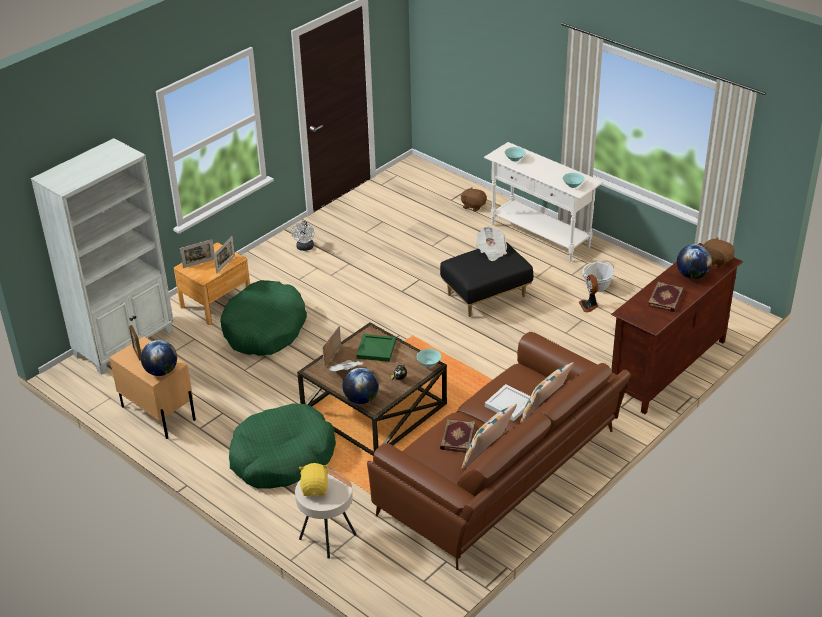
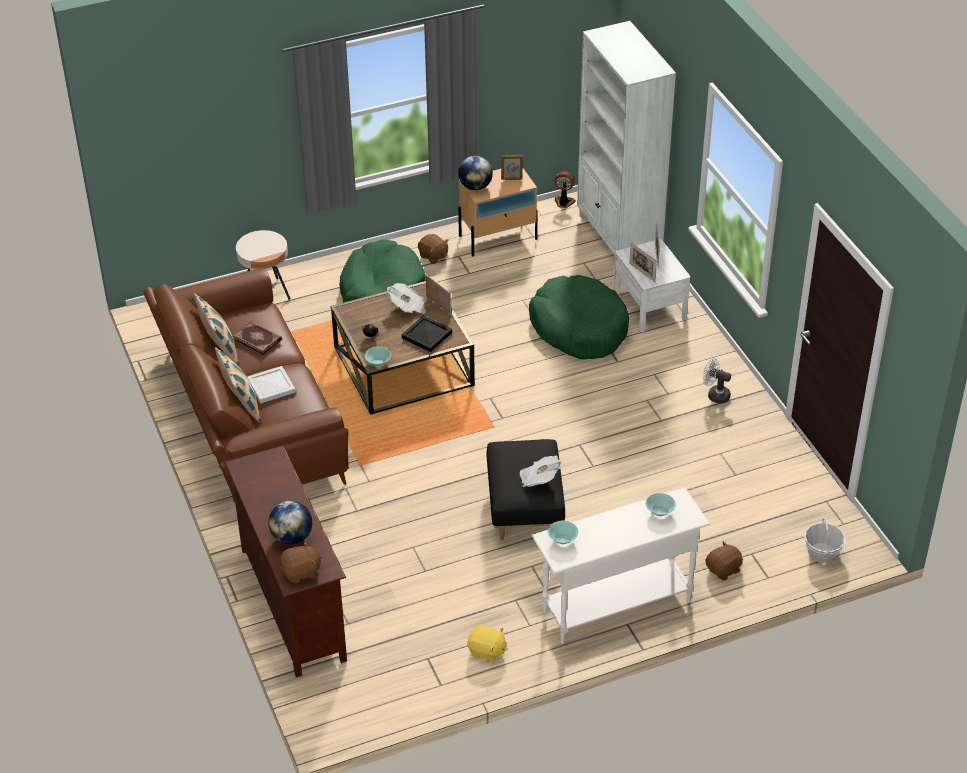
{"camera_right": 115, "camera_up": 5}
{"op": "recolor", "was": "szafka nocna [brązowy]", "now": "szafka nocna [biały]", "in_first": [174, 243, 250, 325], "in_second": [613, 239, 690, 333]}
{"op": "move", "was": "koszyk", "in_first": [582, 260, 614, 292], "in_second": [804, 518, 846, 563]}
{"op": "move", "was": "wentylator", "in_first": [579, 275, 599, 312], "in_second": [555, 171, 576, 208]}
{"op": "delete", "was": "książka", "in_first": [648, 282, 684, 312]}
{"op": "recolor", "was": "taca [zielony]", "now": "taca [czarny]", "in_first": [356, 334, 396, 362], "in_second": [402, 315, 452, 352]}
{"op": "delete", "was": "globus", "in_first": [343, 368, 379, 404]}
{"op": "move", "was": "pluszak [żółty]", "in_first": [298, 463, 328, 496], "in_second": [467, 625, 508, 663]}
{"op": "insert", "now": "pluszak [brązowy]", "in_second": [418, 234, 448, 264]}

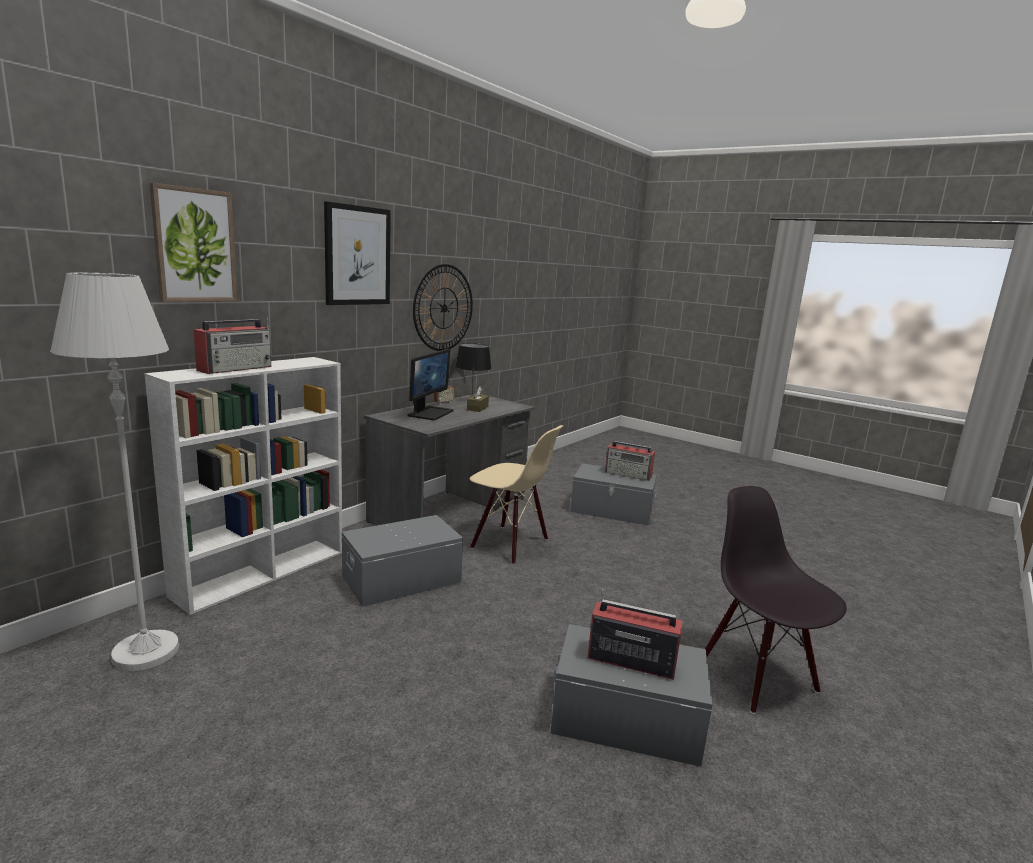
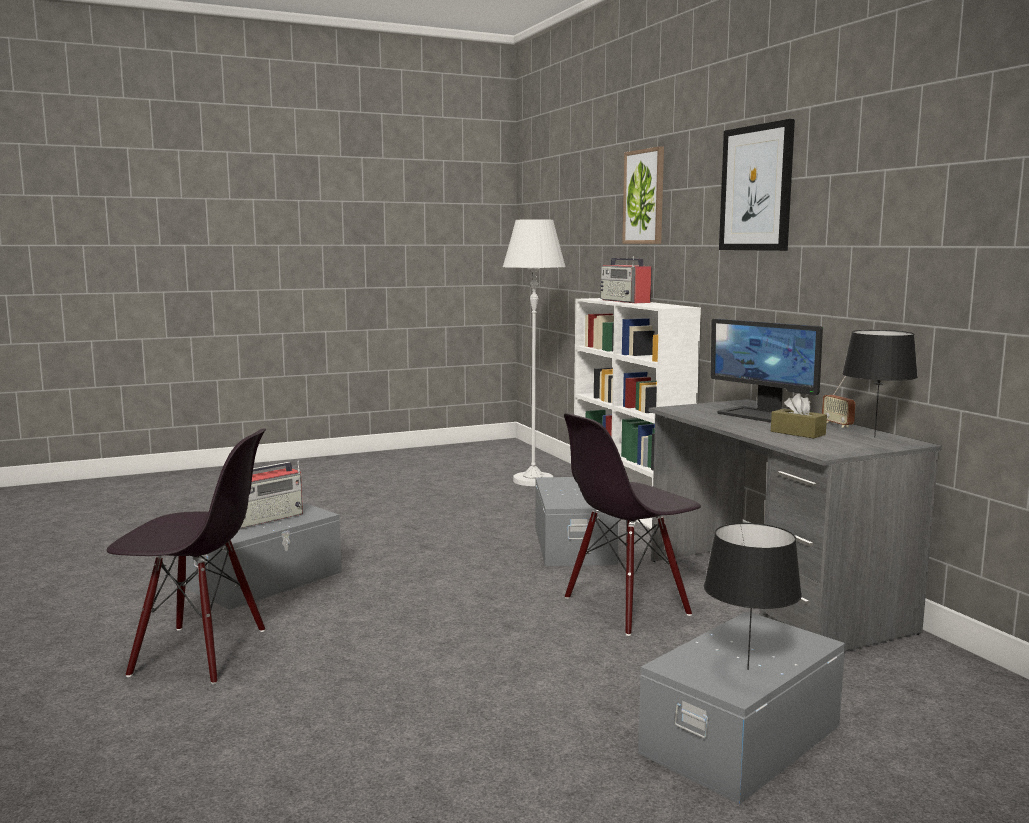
{"camera_right": 120, "camera_up": -5}
{"op": "delete", "was": "zegar ścienny", "in_first": [413, 264, 473, 351]}
{"op": "recolor", "was": "krzesło [beżowy]", "now": "krzesło [czarny]", "in_first": [470, 425, 563, 565], "in_second": [564, 413, 701, 636]}
{"op": "replace", "was": "radio", "now": "lampa stołowa [czarny]", "in_first": [605, 441, 655, 481], "in_second": [704, 523, 802, 670]}

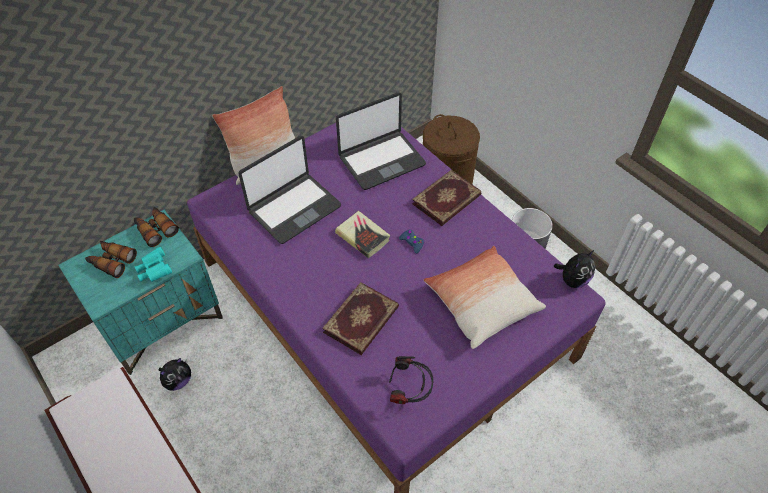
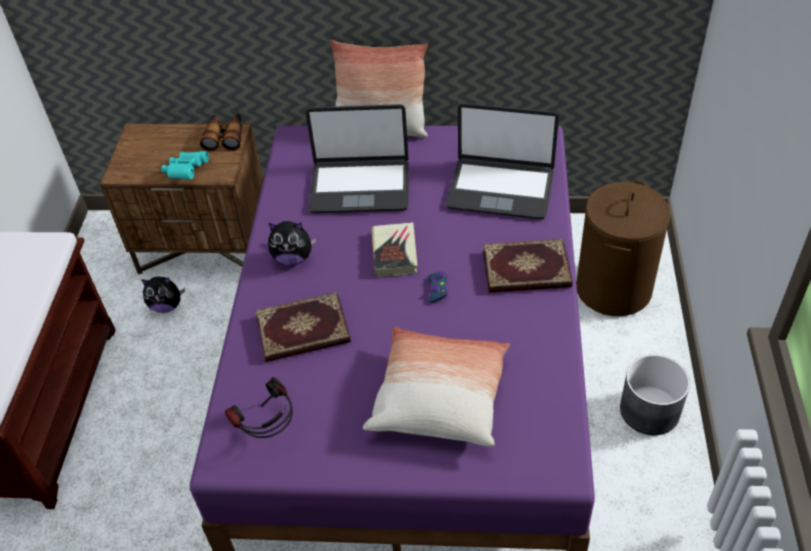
{"camera_right": 45, "camera_up": -5}
{"op": "recolor", "was": "szafka nocna [turkusowy]", "now": "szafka nocna [brązowy]", "in_first": [58, 210, 223, 375], "in_second": [100, 123, 263, 275]}
{"op": "delete", "was": "lornetka", "in_first": [85, 241, 137, 278]}
{"op": "move", "was": "pluszak", "in_first": [554, 250, 595, 288], "in_second": [268, 221, 316, 266]}

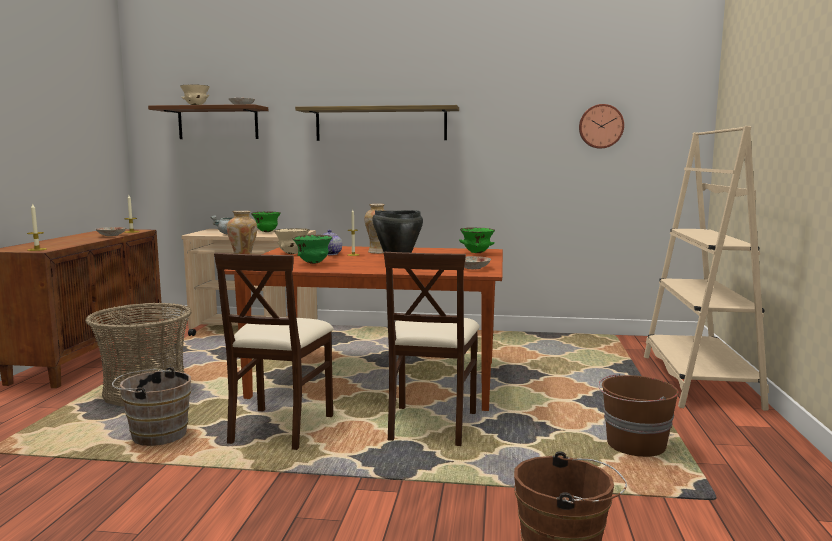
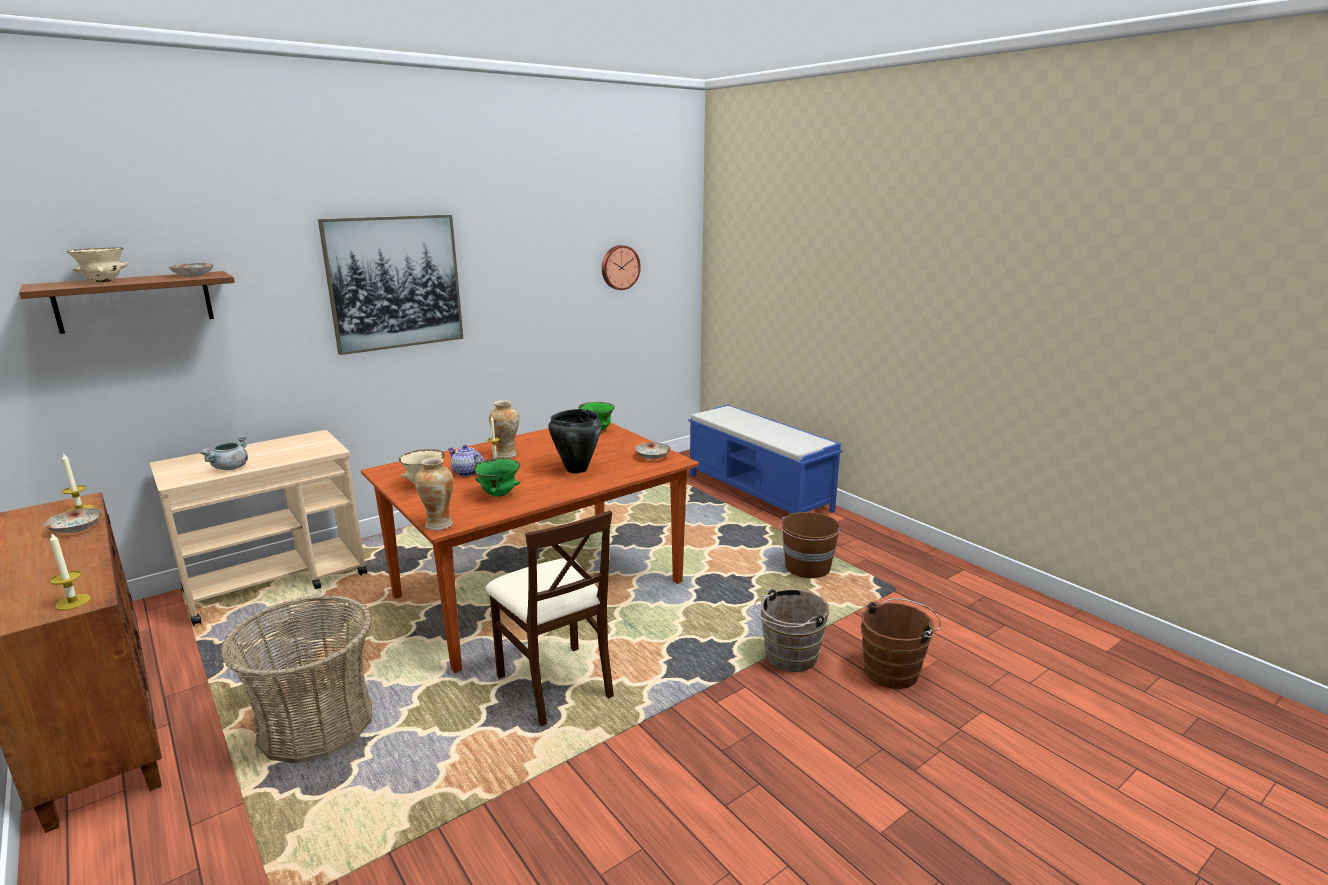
{"camera_right": -45, "camera_up": 10}
{"op": "replace", "was": "półka", "now": "obraz", "in_first": [295, 105, 459, 141], "in_second": [318, 215, 464, 355]}
{"op": "replace", "was": "regał [beżowy]", "now": "ławka [niebieski]", "in_first": [644, 126, 769, 411], "in_second": [689, 405, 842, 514]}
{"op": "delete", "was": "miska [zielony]", "in_first": [251, 211, 280, 232]}
{"op": "delete", "was": "krzesło [beżowy]", "in_first": [384, 252, 480, 446]}
{"op": "move", "was": "wiadro [brązowy]", "in_first": [112, 367, 191, 446], "in_second": [754, 589, 829, 672]}

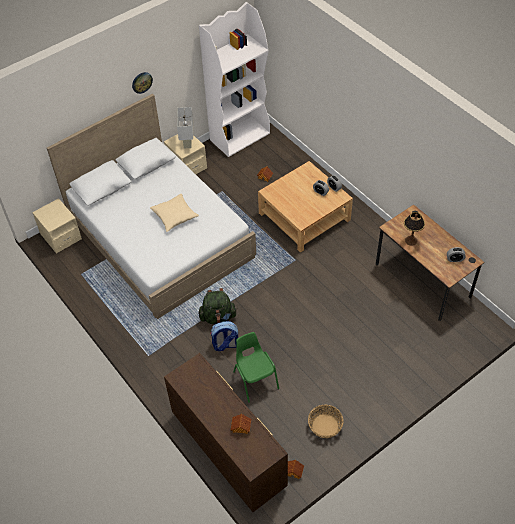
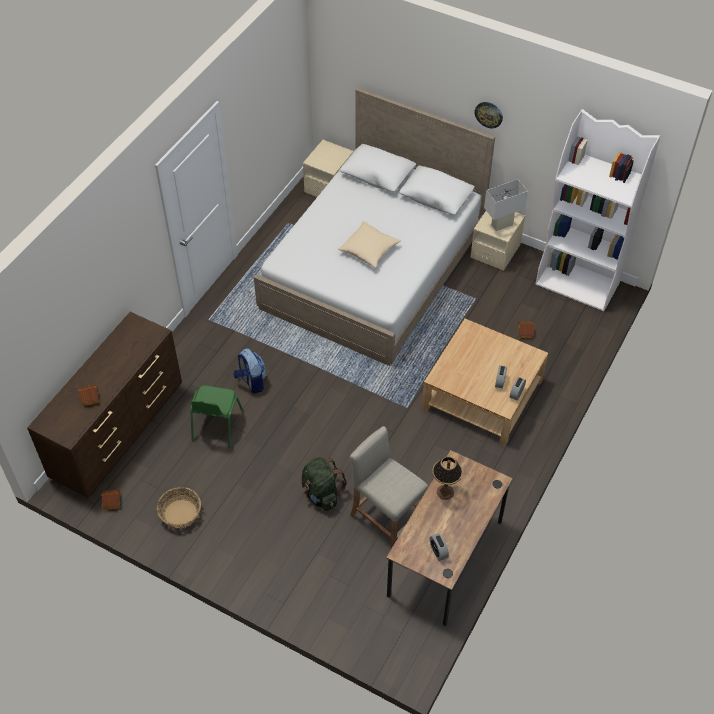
{"camera_right": 65, "camera_up": 0}
{"op": "move", "was": "plecak [zielony]", "in_first": [198, 288, 237, 324], "in_second": [302, 457, 347, 511]}
{"op": "rotate", "was": "krzesło [zielony]", "in_first": [233, 332, 279, 403], "in_second": [190, 385, 243, 448], "clockwise": 150}
{"op": "insert", "now": "stołek [beżowy]", "in_second": [350, 426, 428, 548]}

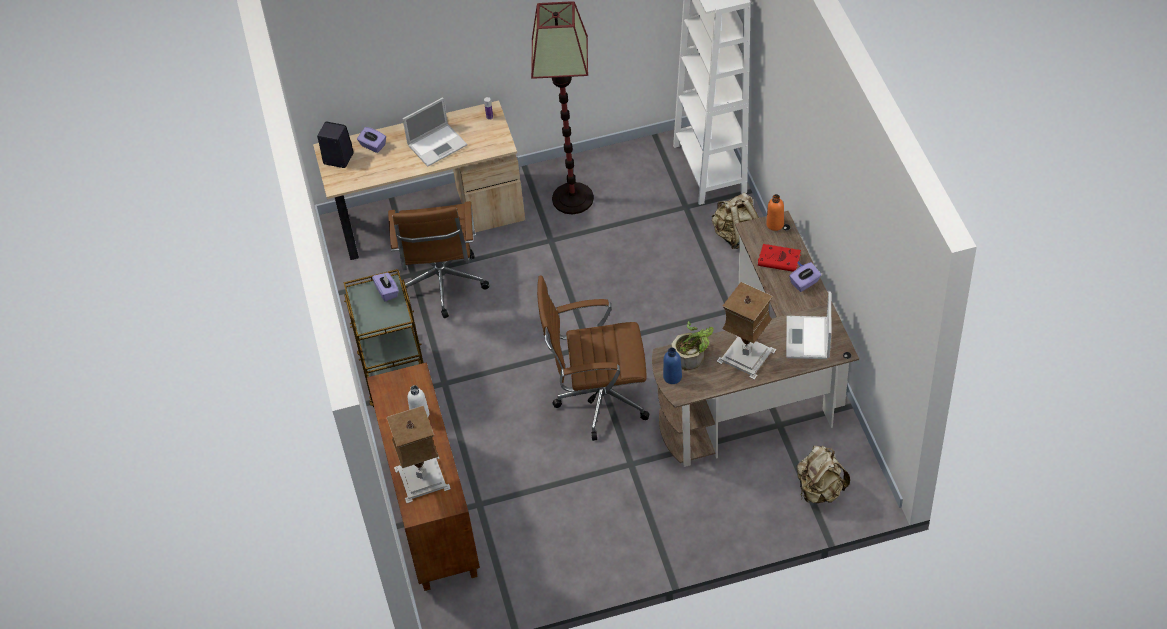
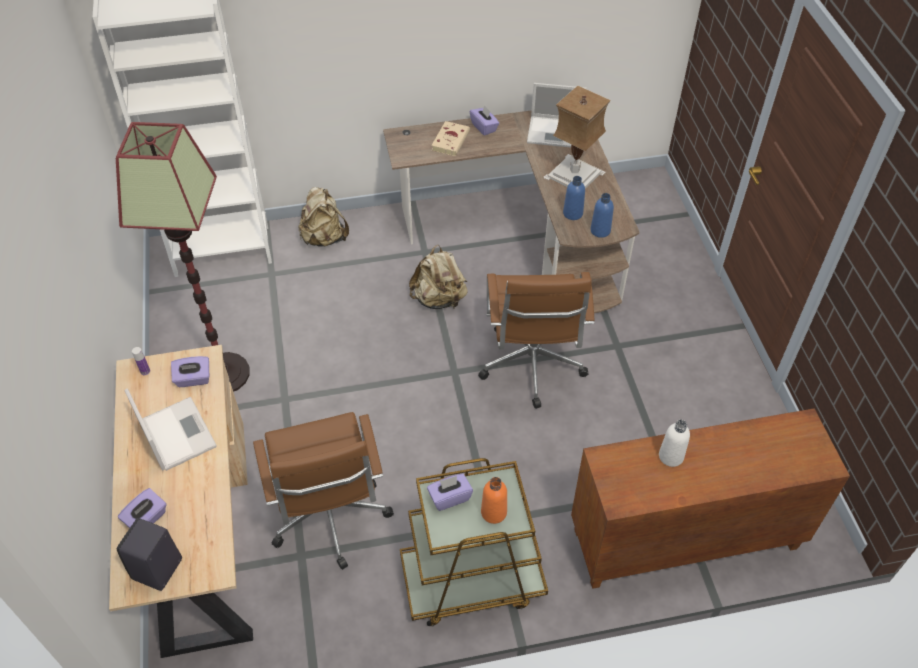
{"camera_right": -90, "camera_up": 0}
{"op": "move", "was": "butelka [pomarańczowy]", "in_first": [766, 194, 784, 231], "in_second": [481, 477, 507, 524]}
{"op": "rotate", "was": "krzesło biurowe [brązowy]", "in_first": [388, 201, 489, 318], "in_second": [253, 412, 394, 570], "clockwise": 75}
{"op": "recolor", "was": "książka [czerwony]", "now": "książka [beżowy]", "in_first": [758, 244, 803, 272], "in_second": [431, 121, 470, 156]}
{"op": "replace", "was": "roślina doniczkowa", "now": "butelka [niebieski]", "in_first": [671, 321, 714, 371], "in_second": [563, 176, 585, 220]}
{"op": "delete", "was": "lampa stołowa", "in_first": [387, 406, 451, 504]}
{"op": "move", "was": "plecak [beżowy]", "in_first": [796, 446, 850, 503], "in_second": [409, 245, 468, 309]}
{"op": "insert", "now": "pudełko chusteczek [fioletowy]", "in_second": [171, 356, 209, 387]}

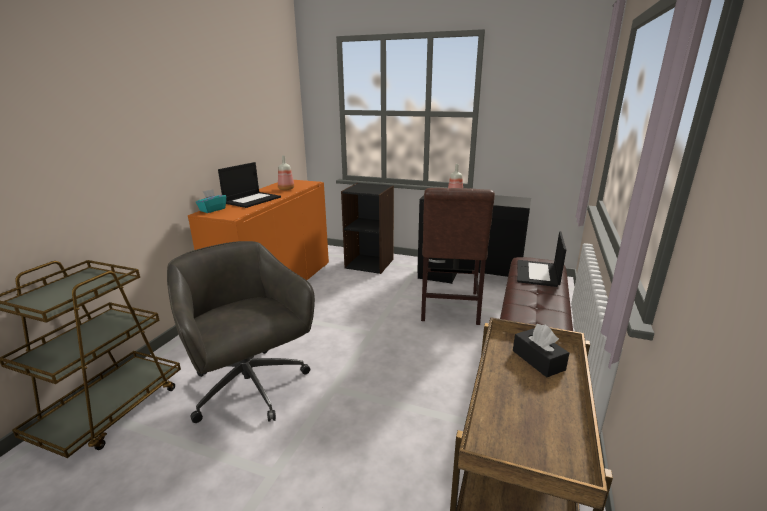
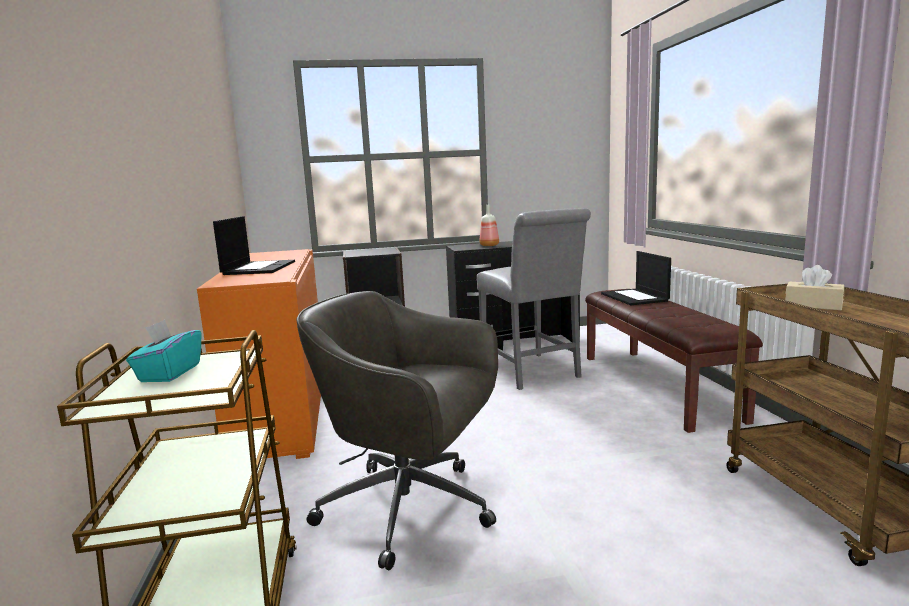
{"camera_right": -30, "camera_up": -10}
{"op": "delete", "was": "butelka", "in_first": [278, 155, 294, 190]}
{"op": "recolor", "was": "krzesło [brązowy]", "now": "krzesło [szary]", "in_first": [421, 188, 495, 325], "in_second": [477, 208, 591, 390]}
{"op": "move", "was": "pudełko chusteczek [turkusowy]", "in_first": [196, 189, 226, 213], "in_second": [126, 320, 201, 382]}
{"op": "recolor", "was": "pudełko chusteczek [czarny]", "now": "pudełko chusteczek [beżowy]", "in_first": [513, 324, 569, 377], "in_second": [785, 265, 844, 310]}

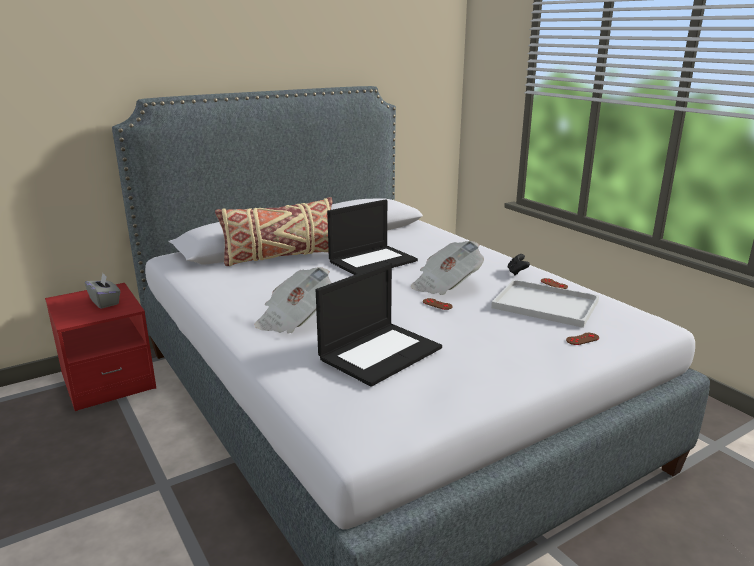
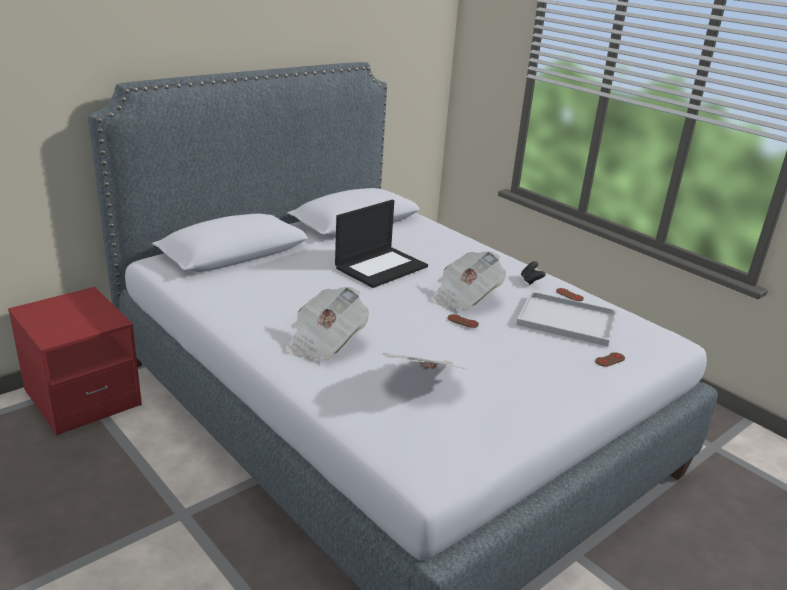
{"camera_right": -10, "camera_up": 5}
{"op": "delete", "was": "poduszka [beżowy]", "in_first": [215, 197, 332, 266]}
{"op": "replace", "was": "laptop", "now": "gazeta", "in_first": [316, 263, 442, 387], "in_second": [382, 353, 467, 370]}
{"op": "delete", "was": "pudełko chusteczek [szary]", "in_first": [85, 273, 121, 309]}

